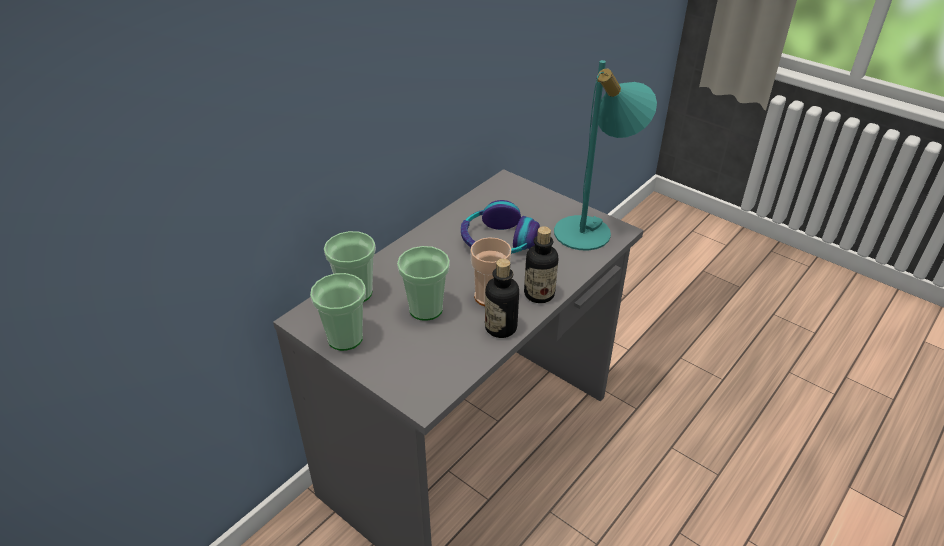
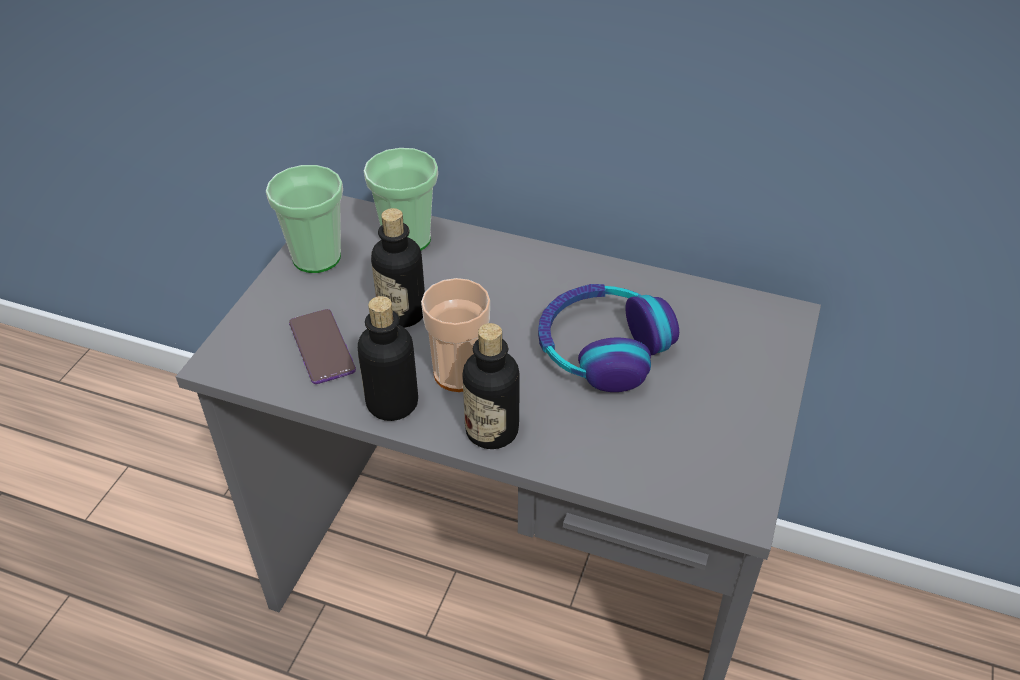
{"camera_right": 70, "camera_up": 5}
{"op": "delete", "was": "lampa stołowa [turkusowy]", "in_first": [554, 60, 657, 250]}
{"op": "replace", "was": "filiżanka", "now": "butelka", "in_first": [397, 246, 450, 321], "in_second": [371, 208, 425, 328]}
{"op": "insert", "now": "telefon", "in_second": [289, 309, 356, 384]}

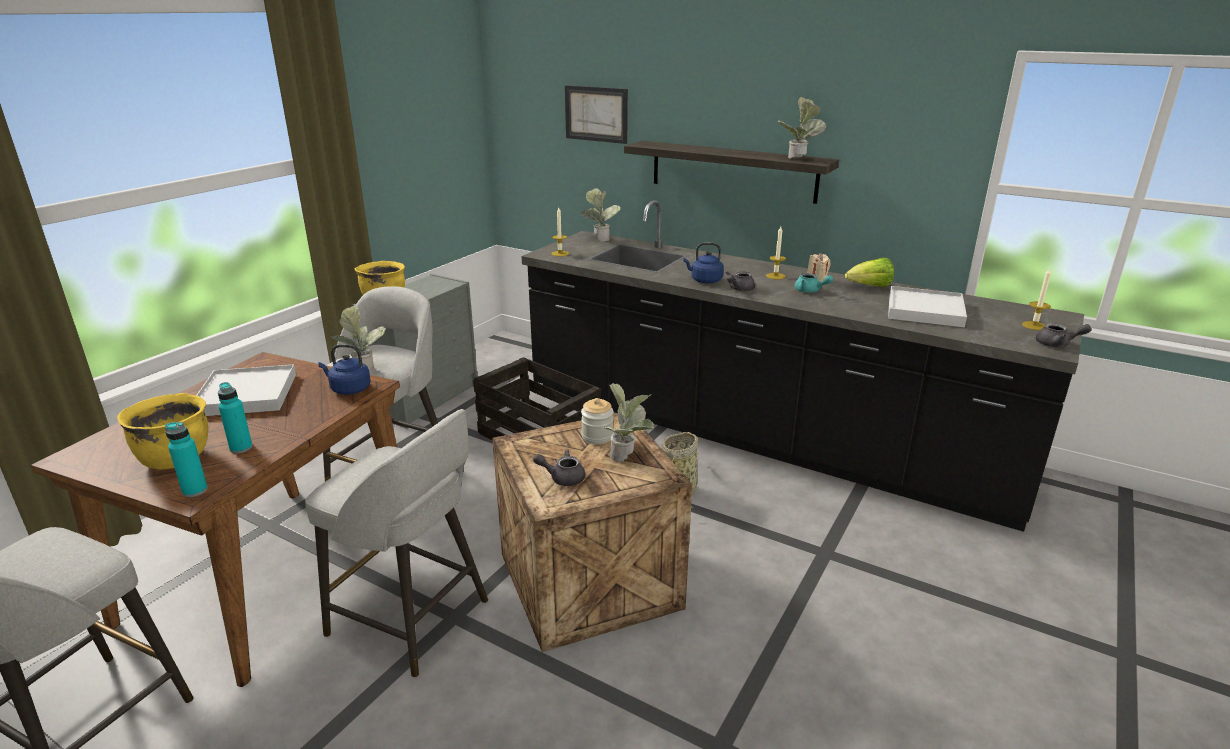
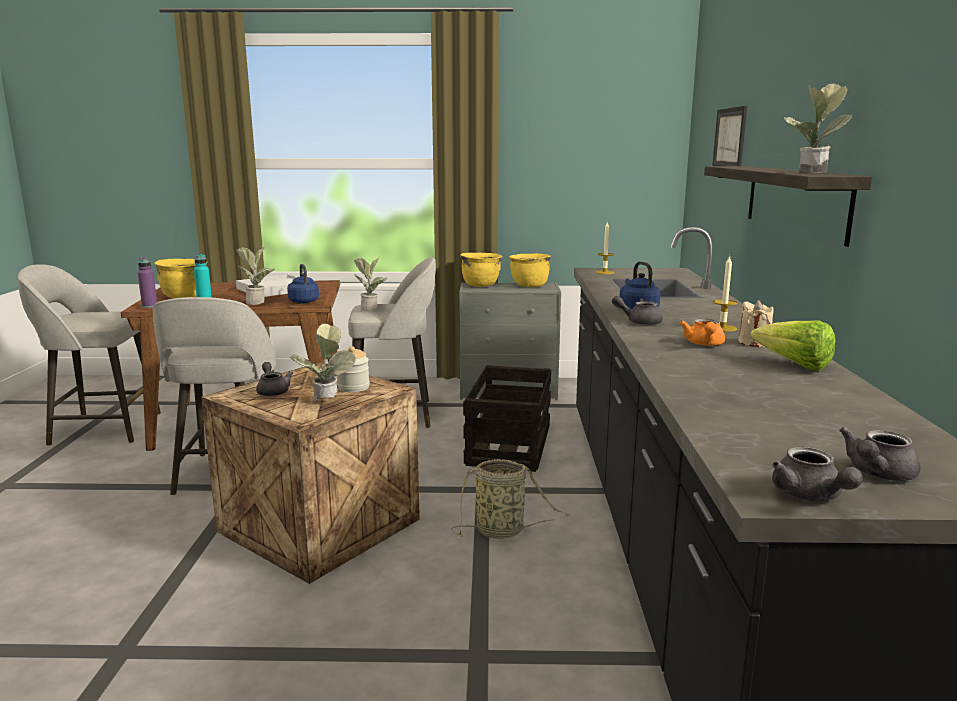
{"camera_right": 60, "camera_up": -10}
{"op": "move", "was": "roślina doniczkowa", "in_first": [581, 188, 621, 242], "in_second": [236, 246, 274, 305]}
{"op": "replace", "was": "świeca", "now": "imbryk [szary]", "in_first": [1022, 268, 1051, 330], "in_second": [839, 427, 921, 481]}
{"op": "recolor", "was": "imbryk [turkusowy]", "now": "imbryk [pomarańczowy]", "in_first": [794, 273, 833, 293], "in_second": [680, 319, 725, 346]}
{"op": "delete", "was": "taca [biały]", "in_first": [888, 286, 967, 327]}
{"op": "recolor", "was": "butelka [turkusowy]", "now": "butelka [fioletowy]", "in_first": [165, 422, 208, 497], "in_second": [137, 257, 157, 308]}
{"op": "insert", "now": "garnek [żółty]", "in_second": [509, 253, 551, 287]}

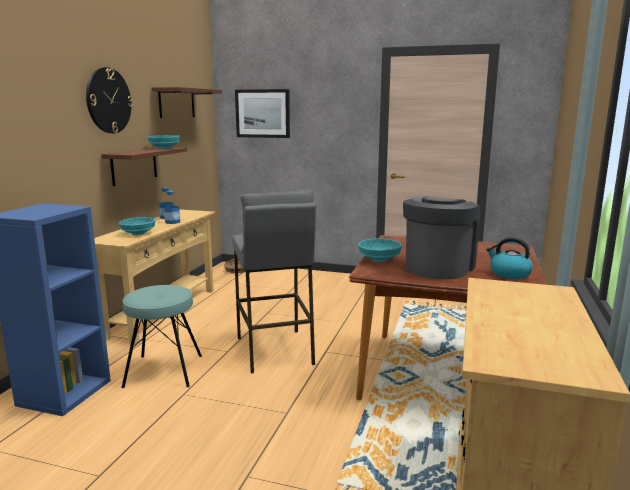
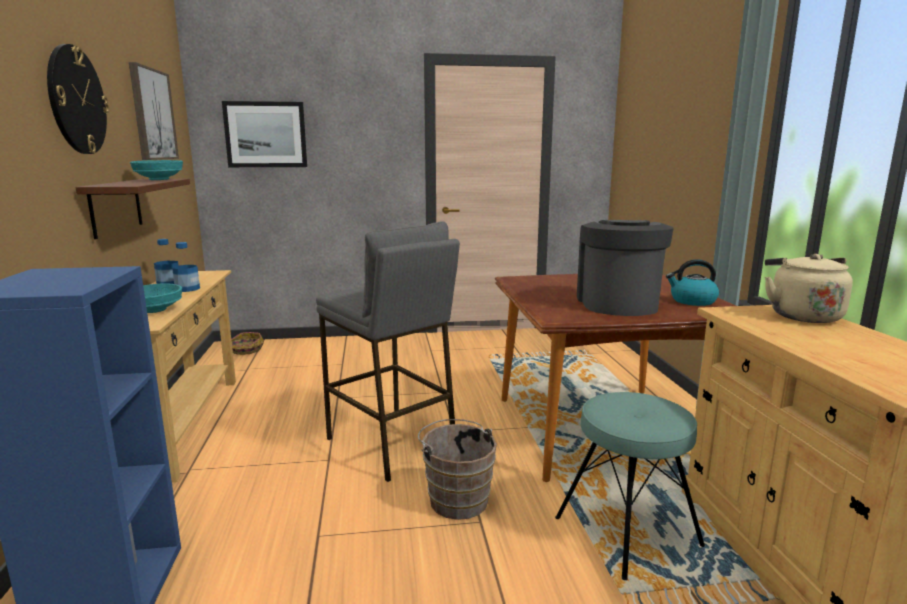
{"camera_right": -25, "camera_up": 0}
{"op": "replace", "was": "półka [brązowy]", "now": "obraz", "in_first": [151, 87, 222, 118], "in_second": [129, 62, 179, 160]}
{"op": "delete", "was": "miska [turkusowy]", "in_first": [358, 238, 402, 262]}
{"op": "move", "was": "stołek [turkusowy]", "in_first": [121, 285, 202, 388], "in_second": [555, 392, 705, 580]}
{"op": "insert", "now": "czajnik [beżowy]", "in_second": [765, 254, 853, 323]}
{"op": "insert", "now": "wiadro [brązowy]", "in_second": [418, 419, 497, 520]}

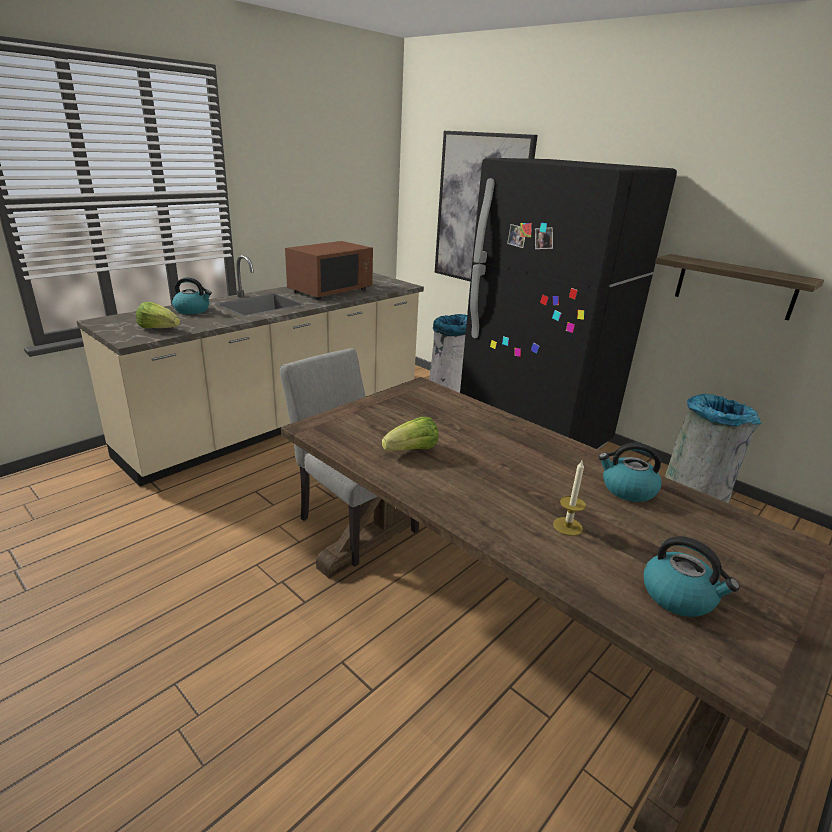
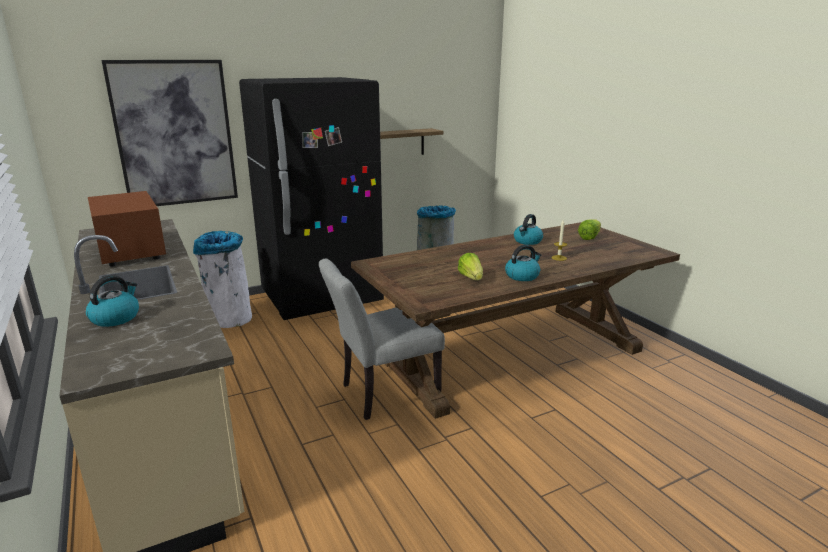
{"camera_right": -70, "camera_up": -5}
{"op": "move", "was": "sałata", "in_first": [136, 302, 180, 328], "in_second": [578, 219, 601, 240]}
{"op": "move", "was": "czajnik", "in_first": [644, 536, 740, 617], "in_second": [505, 245, 541, 281]}

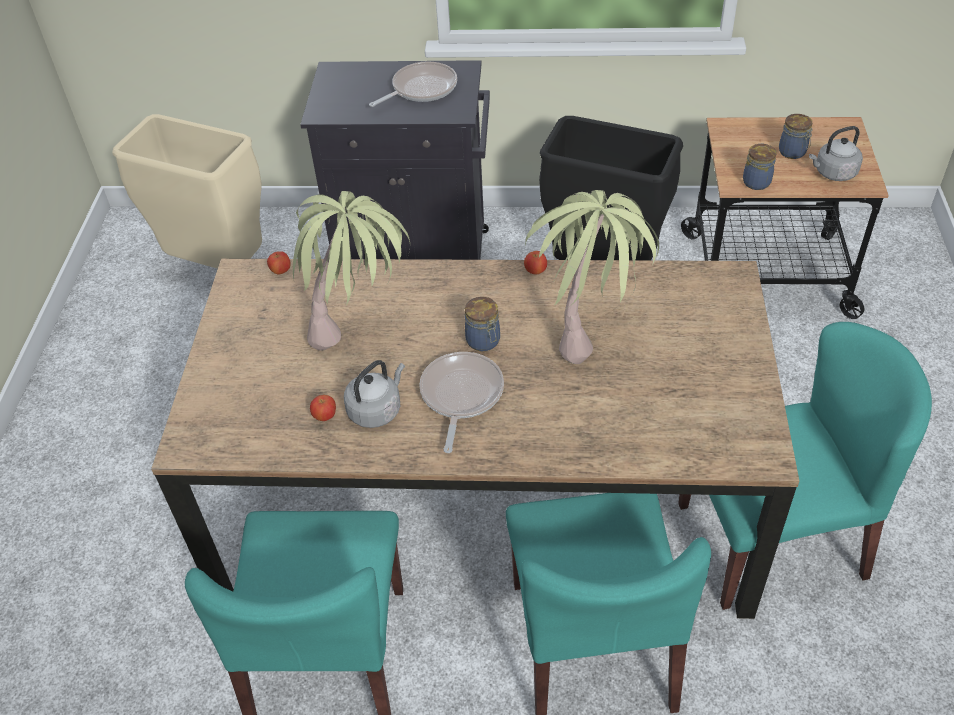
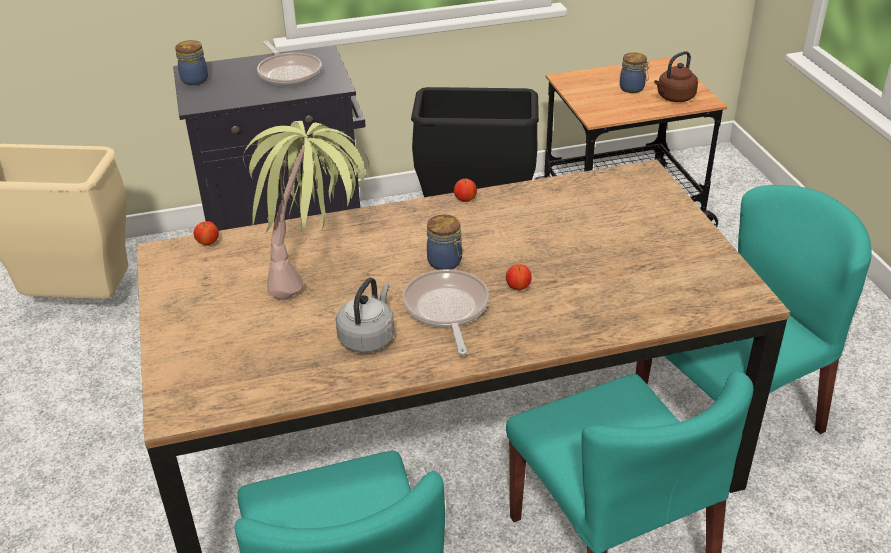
{"camera_right": -20, "camera_up": -10}
{"op": "rotate", "was": "patelnia", "in_first": [369, 61, 457, 107], "in_second": [257, 41, 322, 86], "clockwise": 120}
{"op": "recolor", "was": "czajnik [szary]", "now": "czajnik [brązowy]", "in_first": [809, 126, 863, 181], "in_second": [654, 51, 698, 102]}
{"op": "move", "was": "słoik", "in_first": [743, 143, 777, 190], "in_second": [175, 40, 208, 85]}
{"op": "delete", "was": "roślina doniczkowa", "in_first": [525, 190, 659, 364]}
{"op": "move", "was": "jabłko", "in_first": [310, 395, 336, 421], "in_second": [506, 264, 531, 290]}

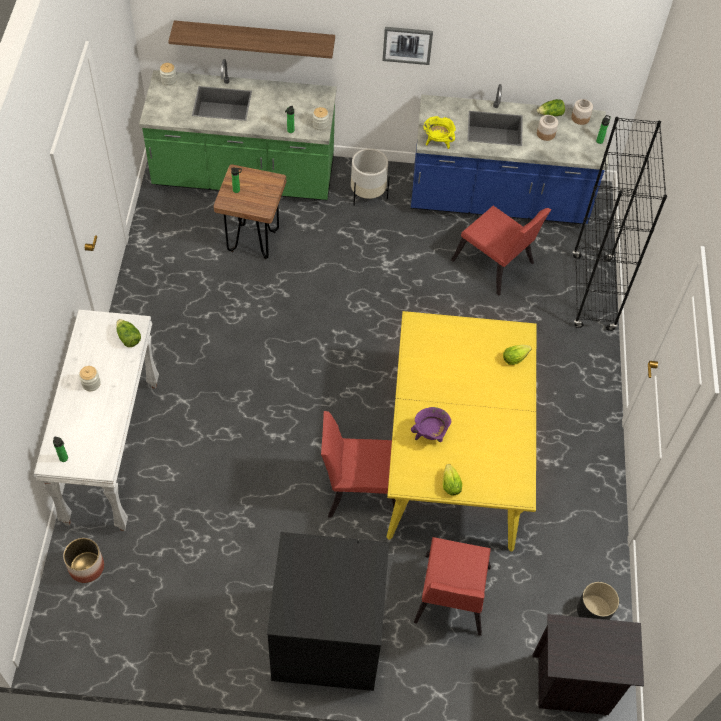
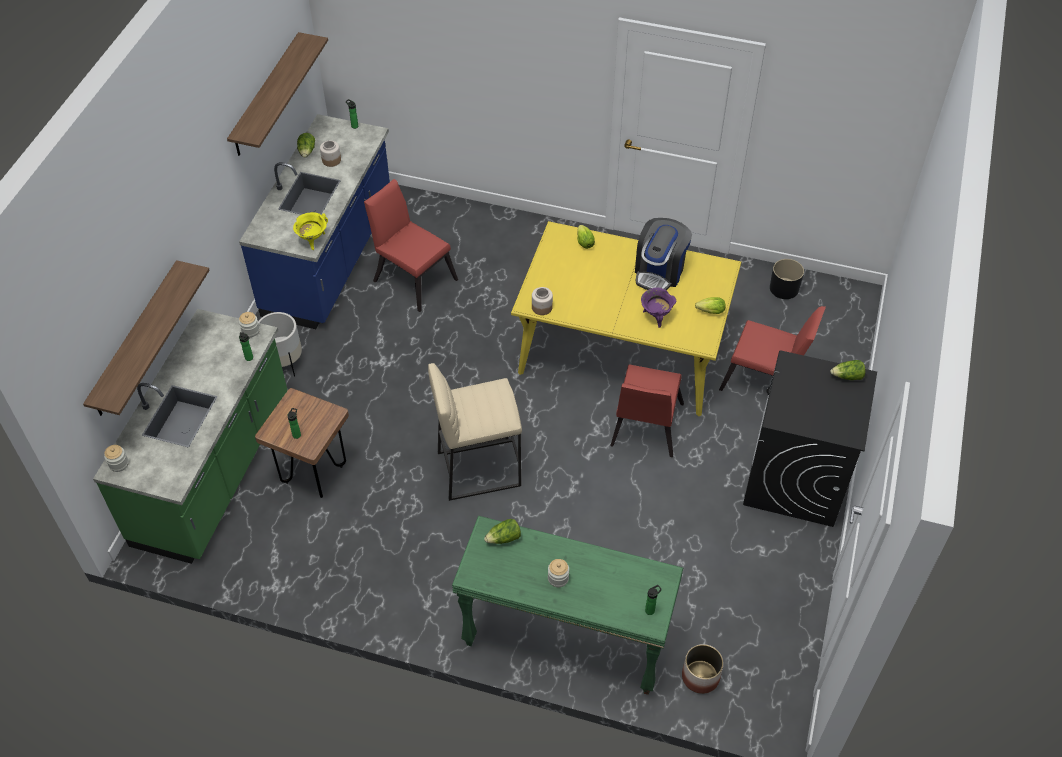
{"camera_right": -75, "camera_up": -5}
{"op": "delete", "was": "obraz", "in_first": [382, 27, 433, 65]}
{"op": "move", "was": "słoik", "in_first": [571, 99, 593, 125], "in_second": [532, 287, 553, 315]}
{"op": "delete", "was": "regał [czarny]", "in_first": [573, 117, 667, 331]}
{"op": "rotate", "was": "krzesło [czerwony]", "in_first": [451, 206, 552, 295], "in_second": [364, 179, 458, 312], "clockwise": -105}
{"op": "recolor", "was": "stolik konsolowy [biały]", "now": "stolik konsolowy [zielony]", "in_first": [34, 310, 159, 531], "in_second": [452, 516, 683, 695]}
{"op": "delete", "was": "szafka nocna [czarny]", "in_first": [533, 614, 644, 715]}
{"op": "insert", "now": "półka", "in_second": [227, 32, 328, 156]}
{"op": "insert", "now": "ekspres do kawy", "in_second": [635, 218, 692, 290]}
{"op": "insert", "now": "sałata", "in_second": [830, 360, 866, 380]}
{"op": "insert", "now": "stołek [beżowy]", "in_second": [428, 363, 522, 501]}

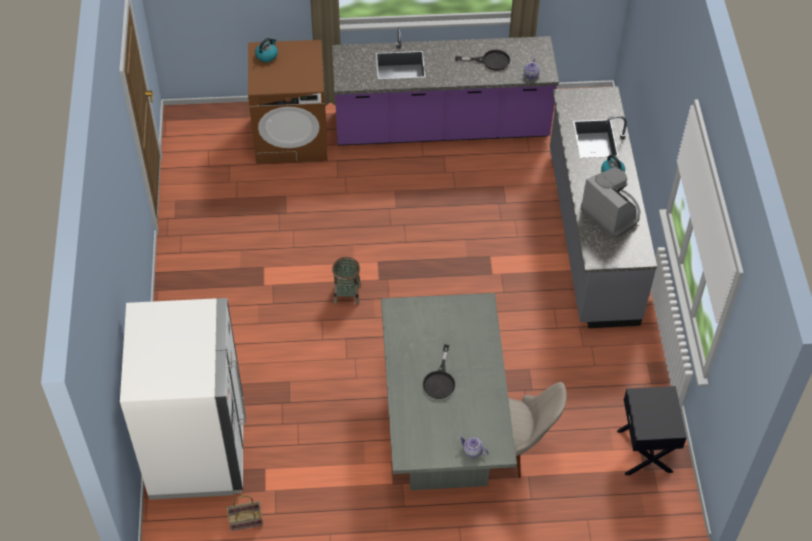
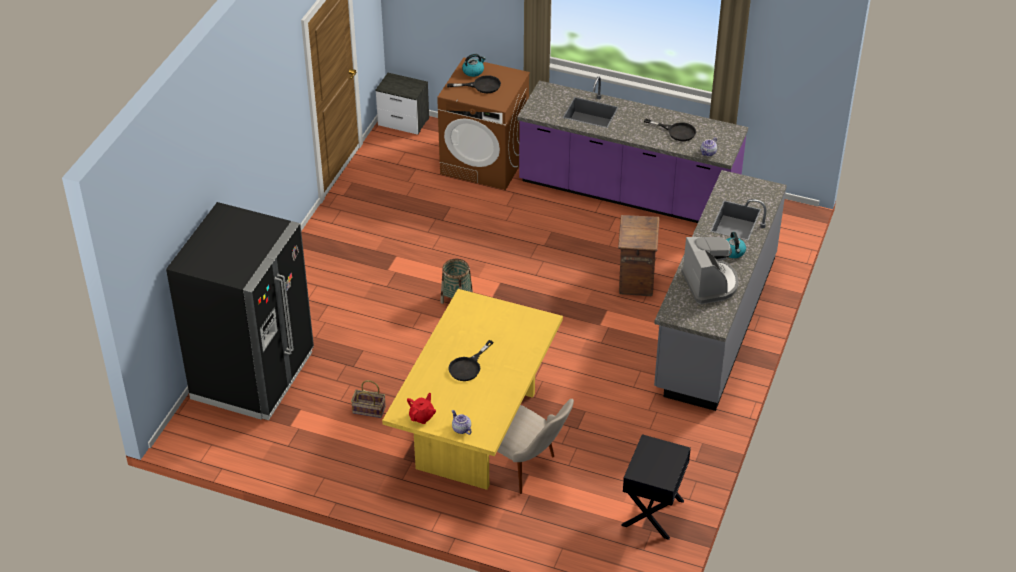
{"camera_right": 25, "camera_up": -10}
{"op": "recolor", "was": "stół jadalny [szary]", "now": "stół jadalny [żółty]", "in_first": [381, 293, 517, 490], "in_second": [382, 289, 563, 490]}
{"op": "recolor", "was": "lodówka [biały]", "now": "lodówka [czarny]", "in_first": [120, 298, 246, 500], "in_second": [166, 202, 314, 420]}
{"op": "move", "was": "koszyk", "in_first": [227, 495, 263, 531], "in_second": [351, 380, 386, 418]}
{"op": "insert", "now": "szafka nocna", "in_second": [375, 73, 429, 135]}
{"op": "insert", "now": "patelnia [czarny]", "in_second": [447, 75, 501, 93]}
{"op": "insert", "now": "skrzynka", "in_second": [618, 215, 659, 296]}
{"op": "insert", "now": "imbryk [czerwony]", "in_second": [407, 393, 436, 424]}

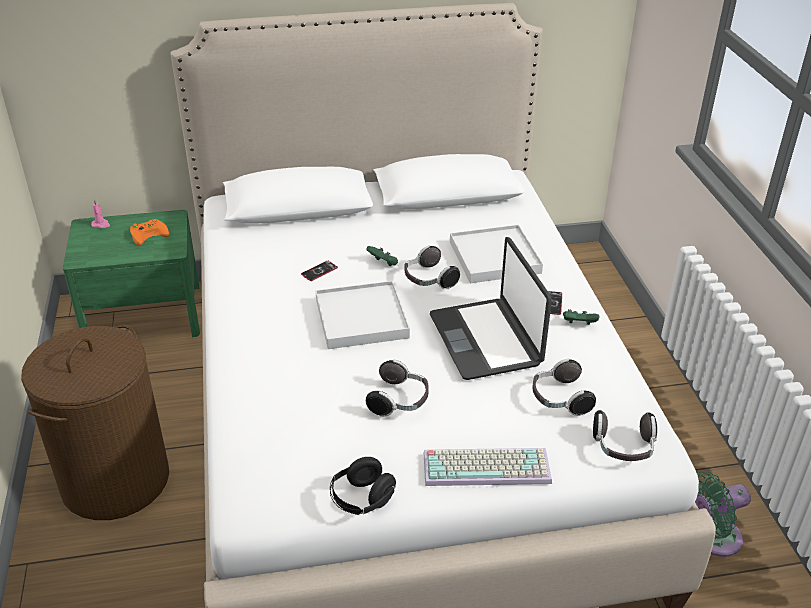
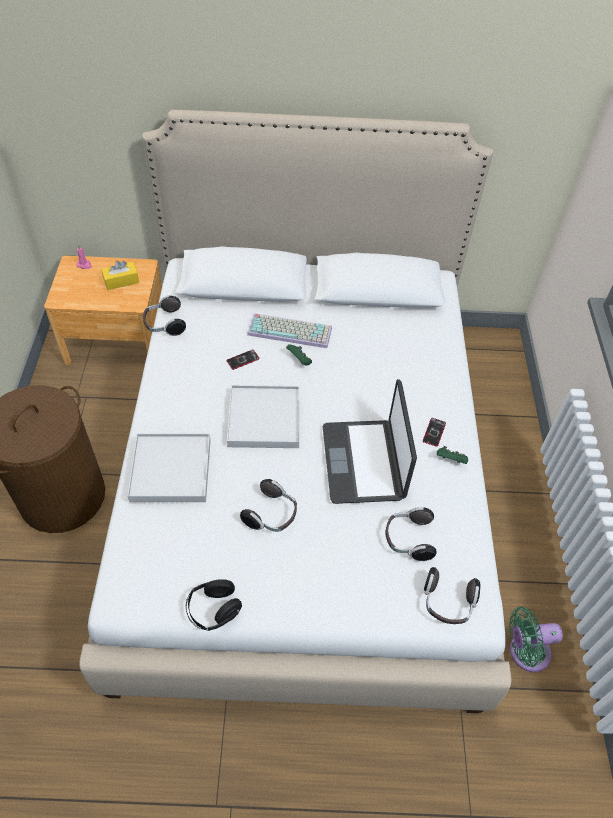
{"camera_right": 10, "camera_up": 15}
{"op": "recolor", "was": "szafka nocna [zielony]", "now": "szafka nocna [brązowy]", "in_first": [63, 210, 200, 337], "in_second": [44, 255, 162, 365]}
{"op": "replace", "was": "pad do gier [pomarańczowy]", "now": "pudełko chusteczek [żółty]", "in_first": [130, 219, 170, 245], "in_second": [101, 261, 139, 290]}
{"op": "move", "was": "taca [biały]", "in_first": [450, 225, 543, 283], "in_second": [127, 433, 211, 502]}
{"op": "move", "was": "słuchawki", "in_first": [404, 245, 460, 289], "in_second": [143, 295, 186, 336]}
{"op": "move", "was": "klawiatura", "in_first": [424, 448, 552, 486], "in_second": [247, 313, 332, 348]}

